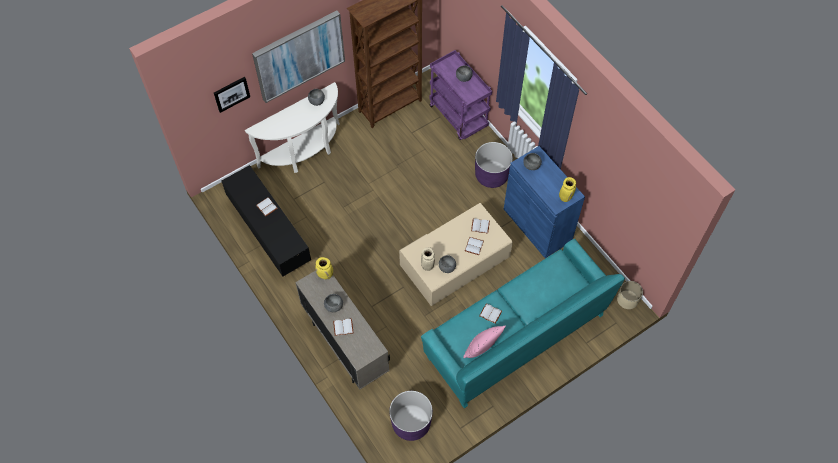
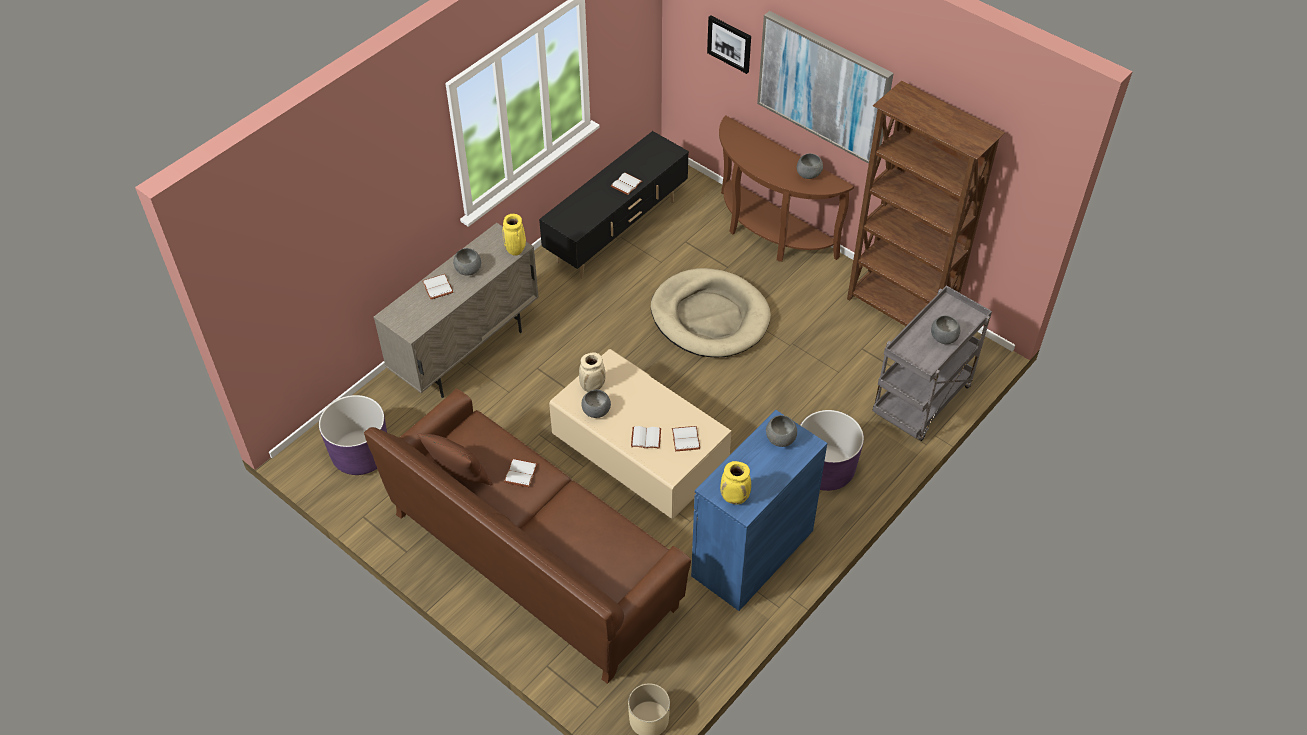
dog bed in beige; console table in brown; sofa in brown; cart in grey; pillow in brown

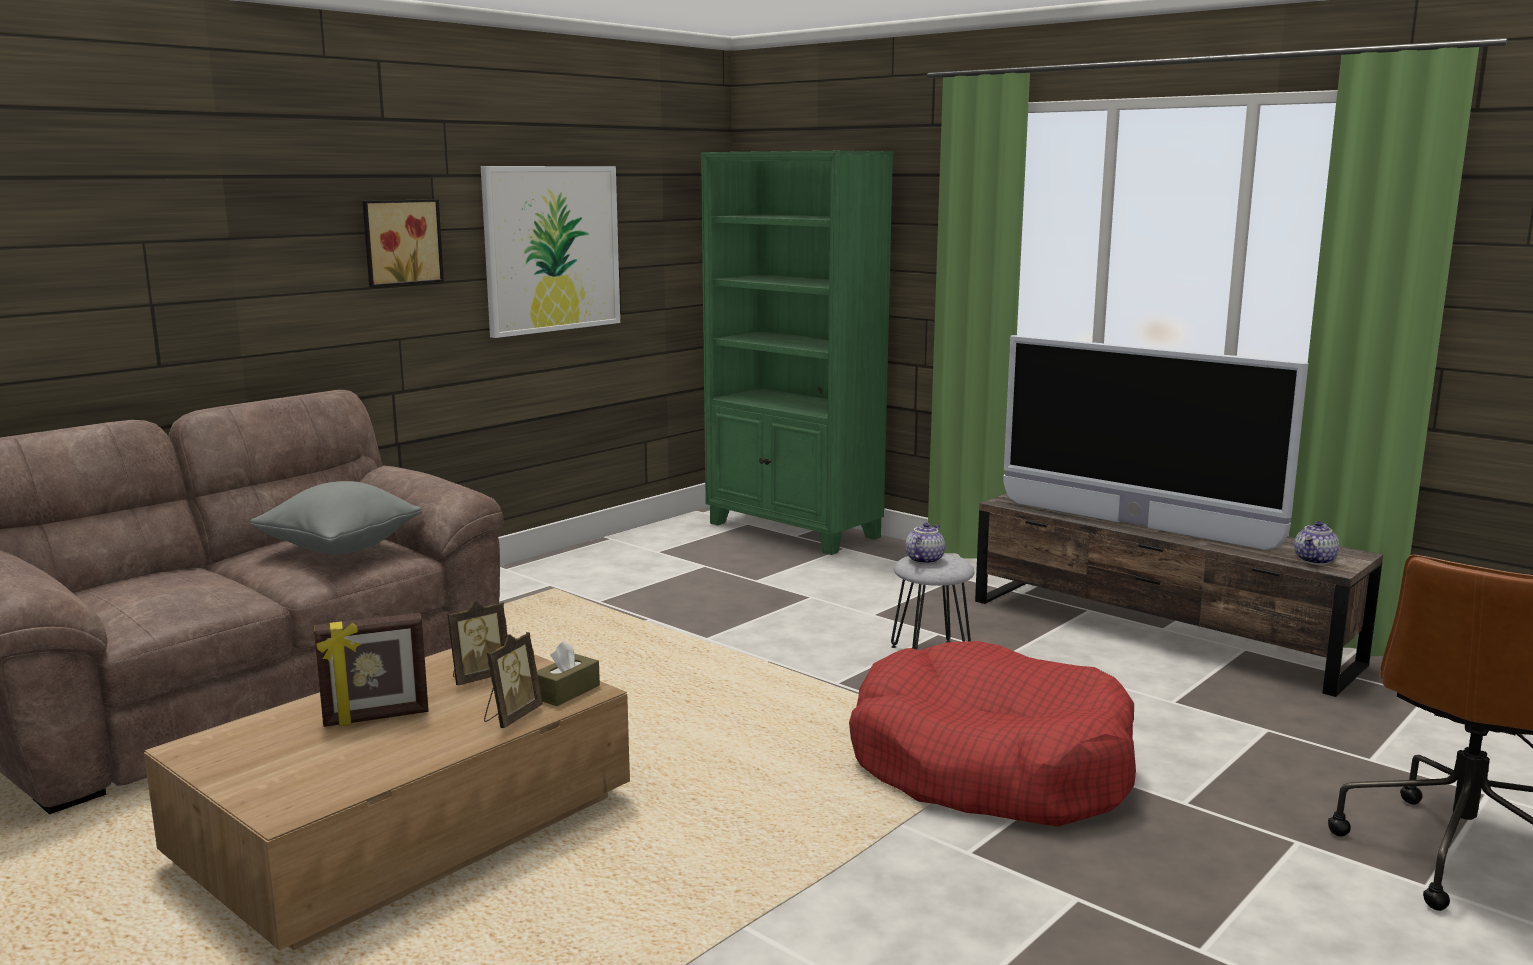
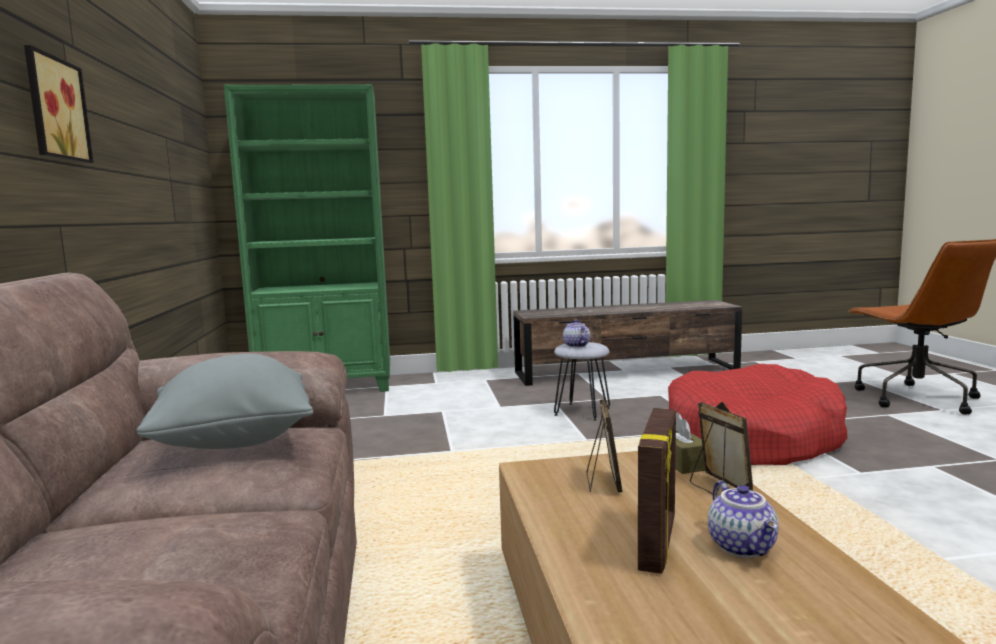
picture (no. 2 from left in the first image); television; teapot (no. 2 from left)

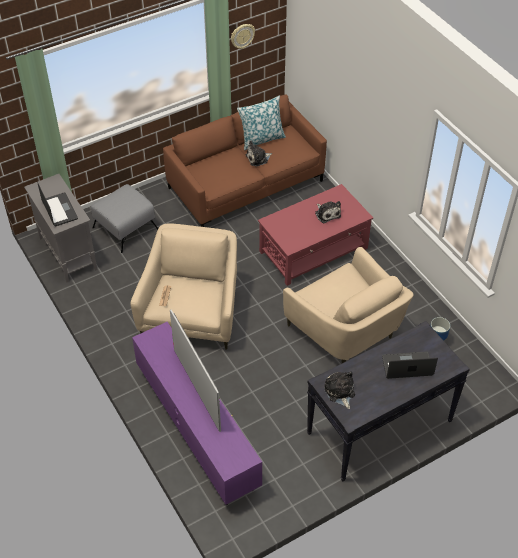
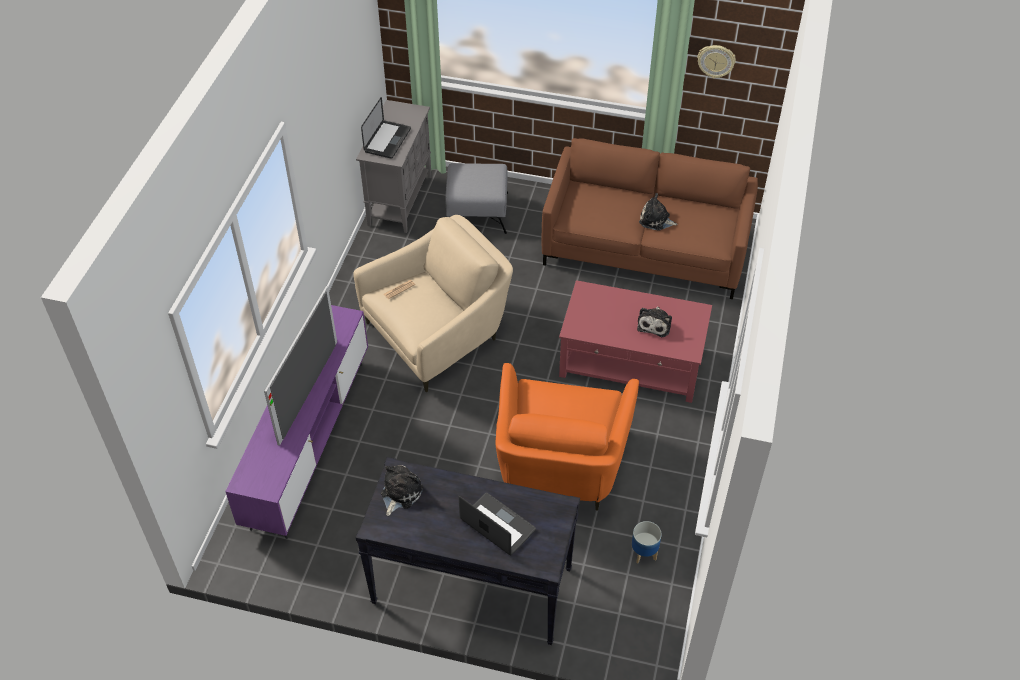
pillow; armchair in orange

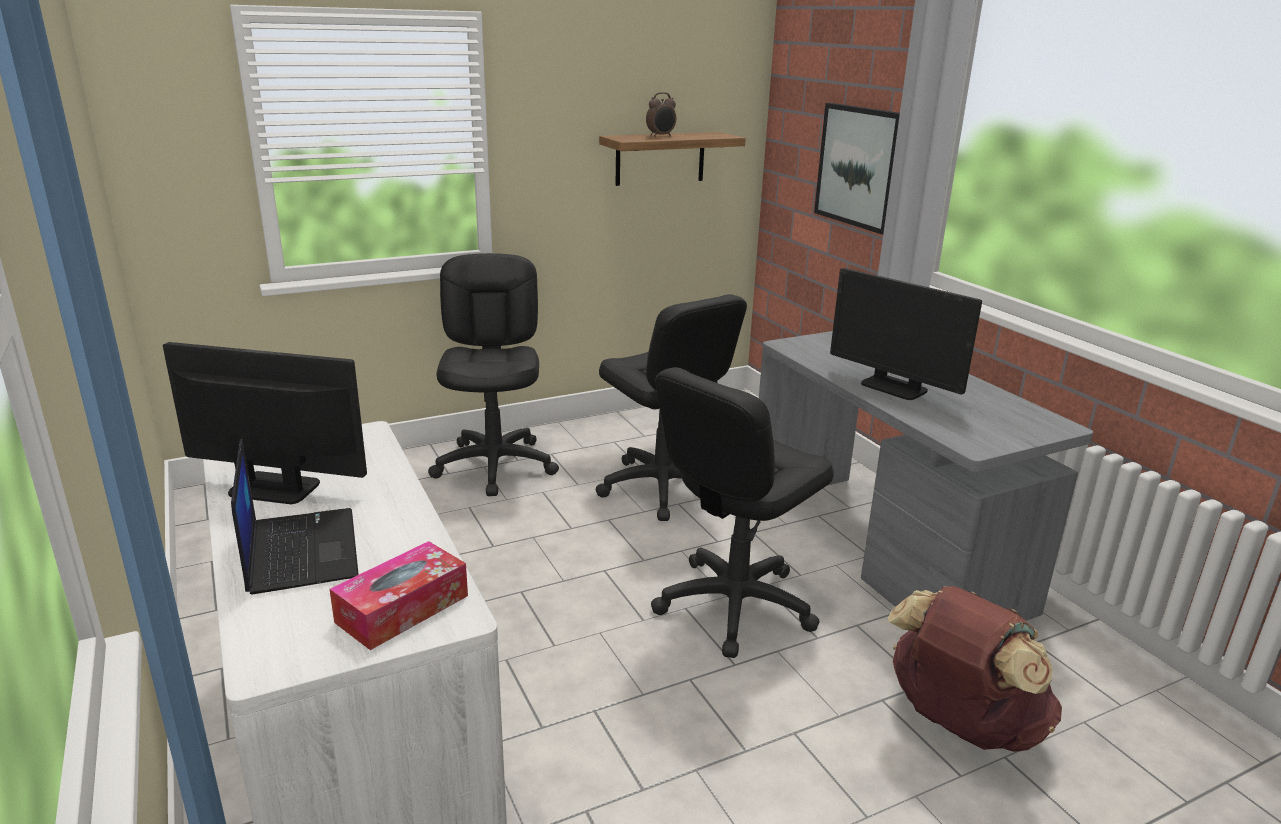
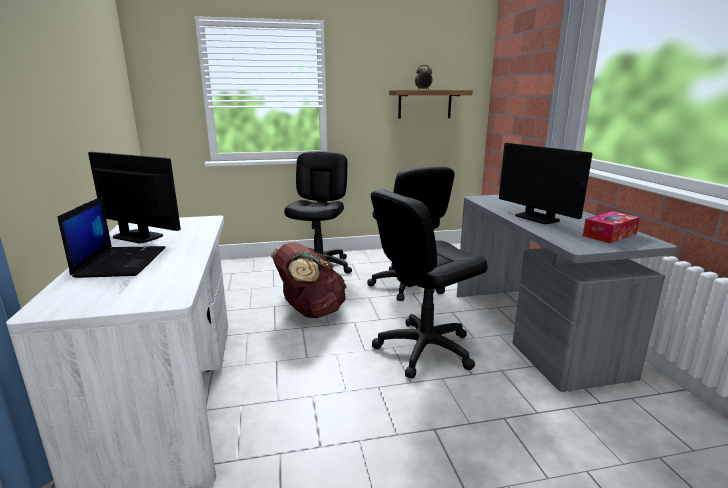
picture; tissue box; backpack in brown

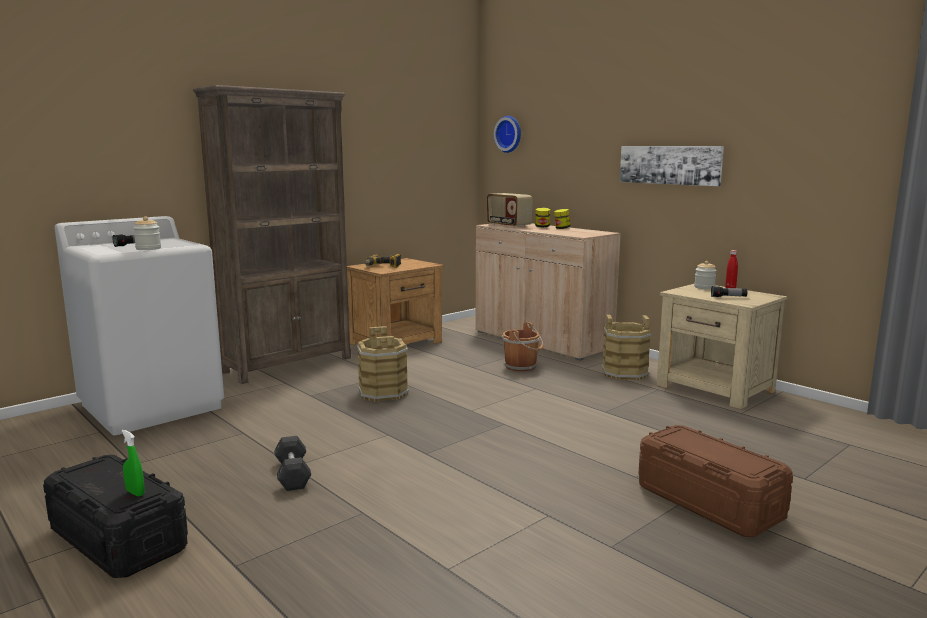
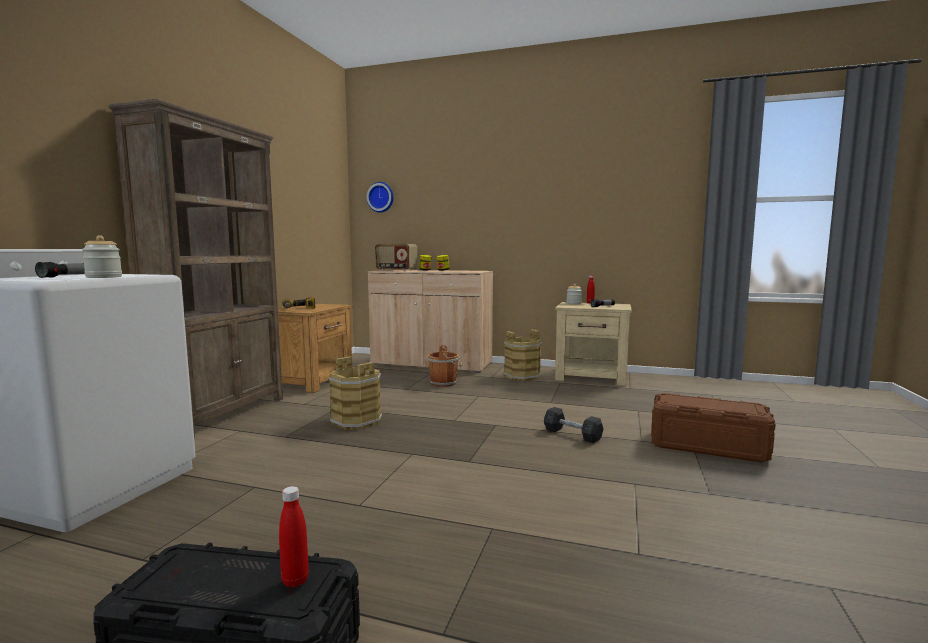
picture; dumbbell in grey; bottle in red (no. 1 from left)

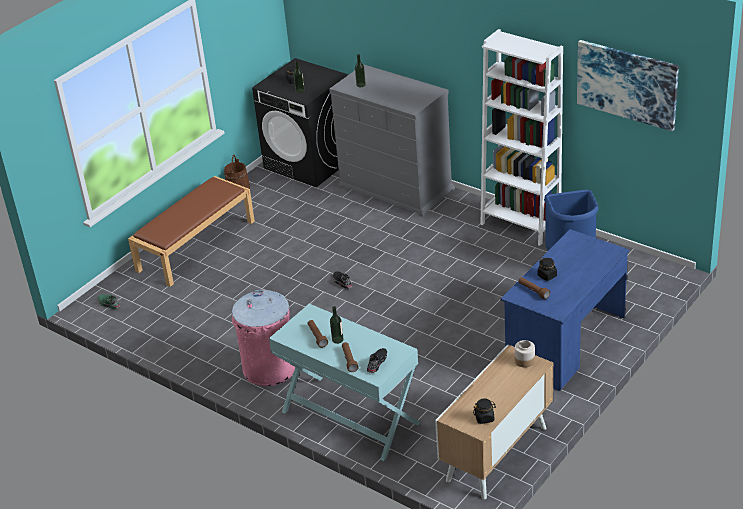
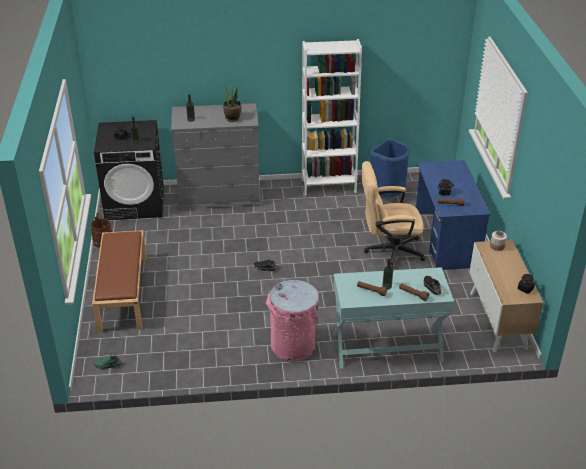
picture; potted plant; office chair in beige

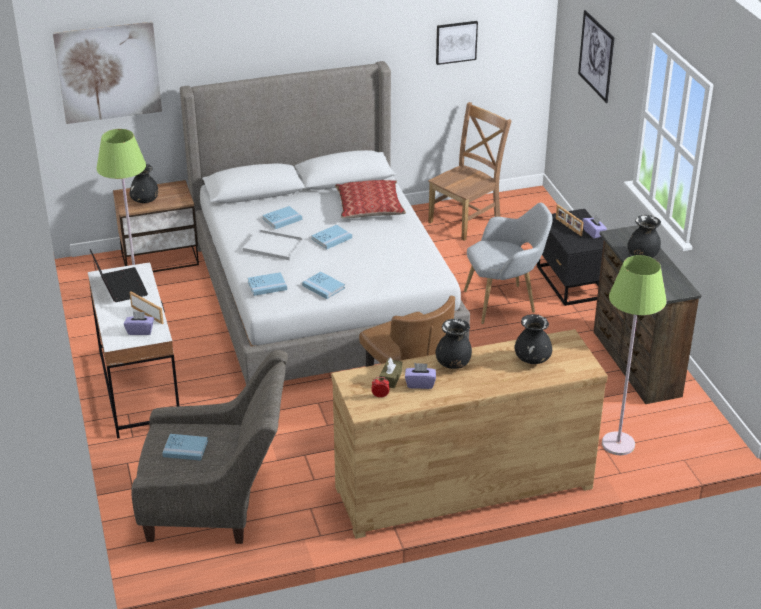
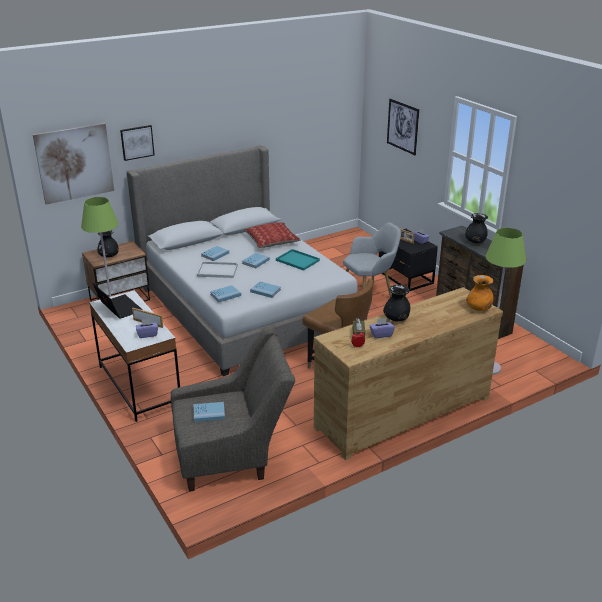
chair in brown (no. 2 from left in the first image); vase in black (no. 3 from left in the first image); tray in turquoise; vase in orange; picture (no. 2 from left)

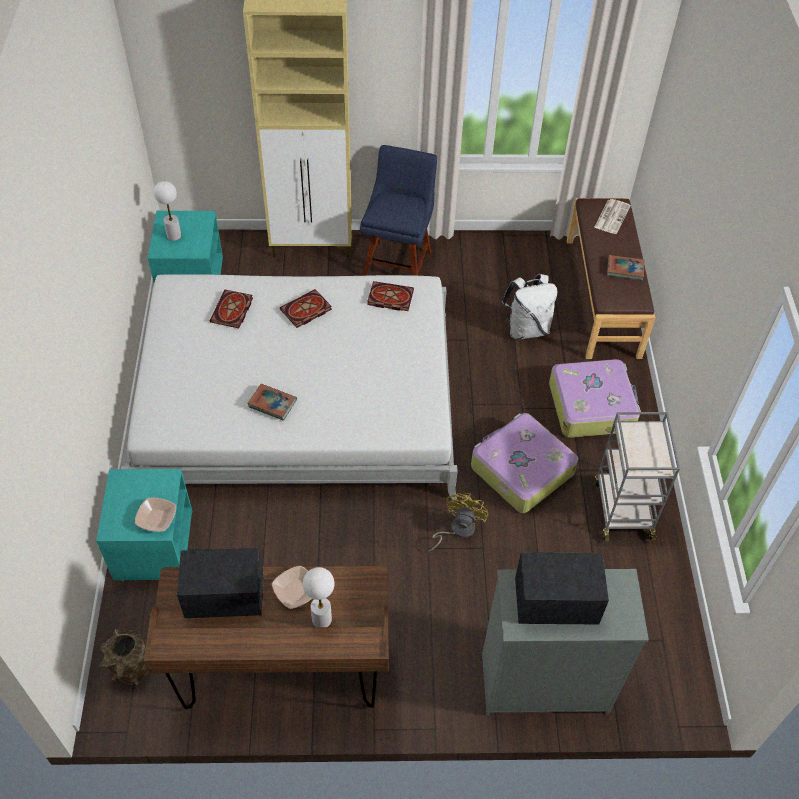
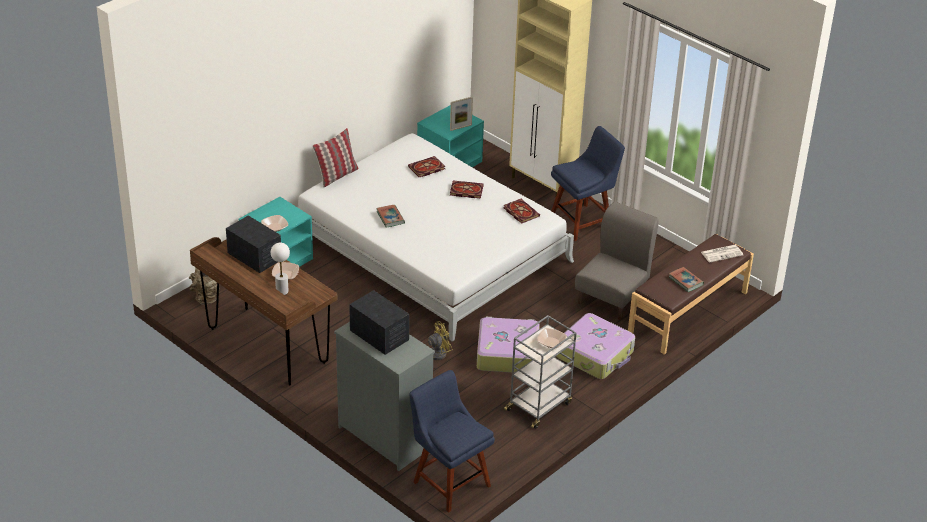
table lamp in white (no. 1 from left in the first image); pillow; chair in blue (no. 1 from left); picture frame; bowl (no. 3 from left); chair in grey

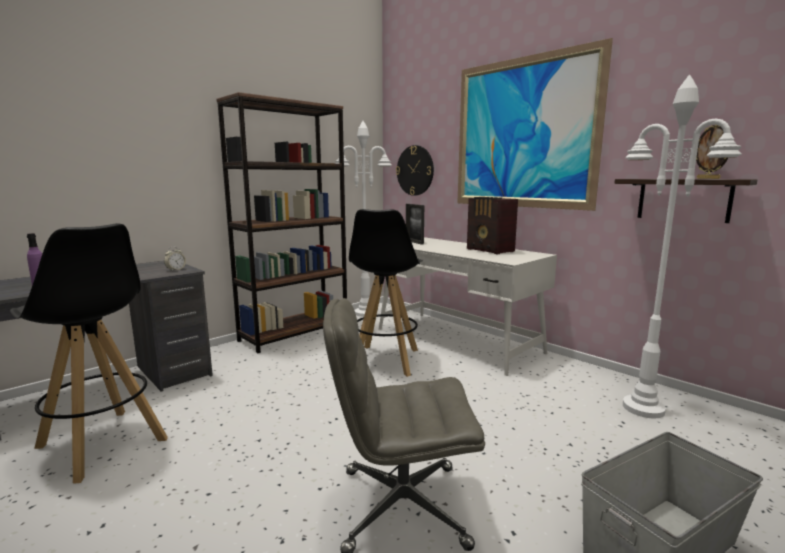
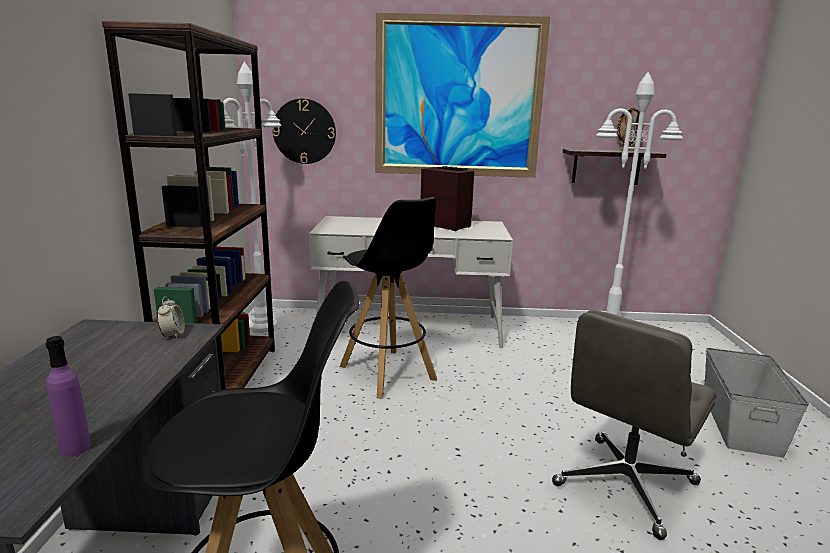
picture frame (no. 1 from left in the first image); radio

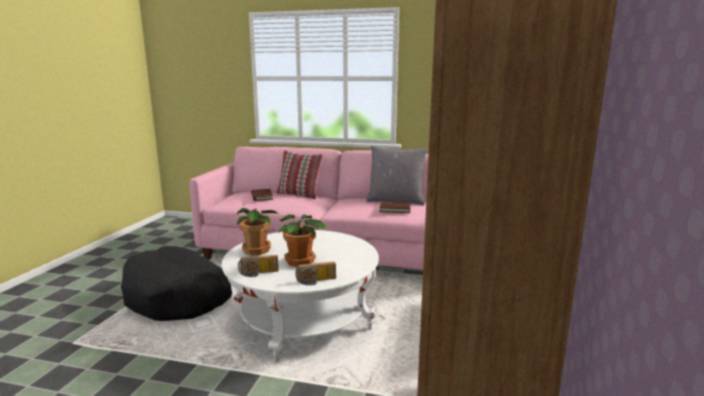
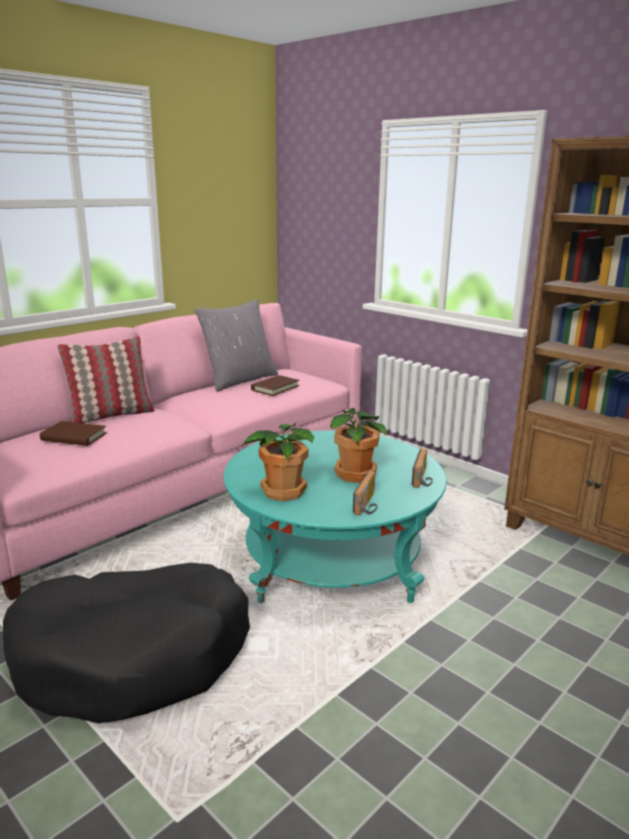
coffee table in turquoise

